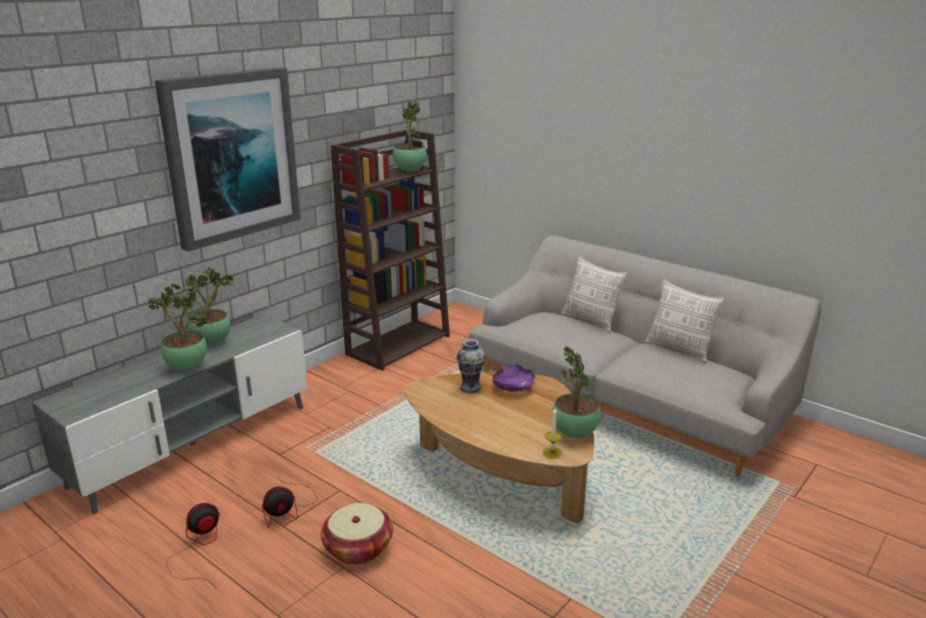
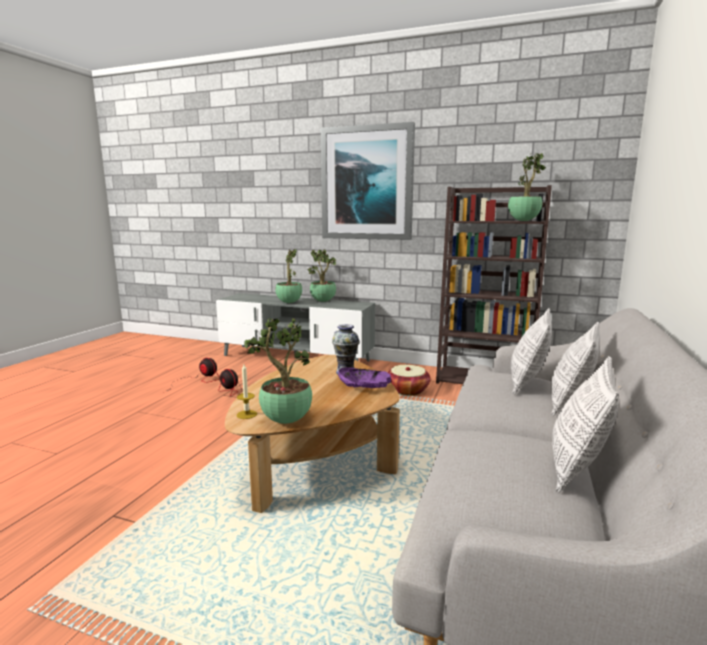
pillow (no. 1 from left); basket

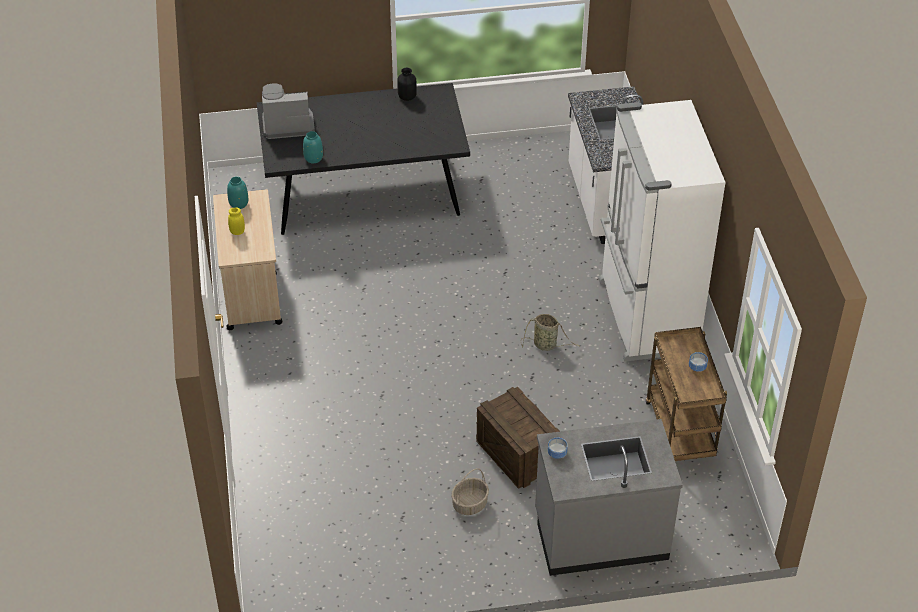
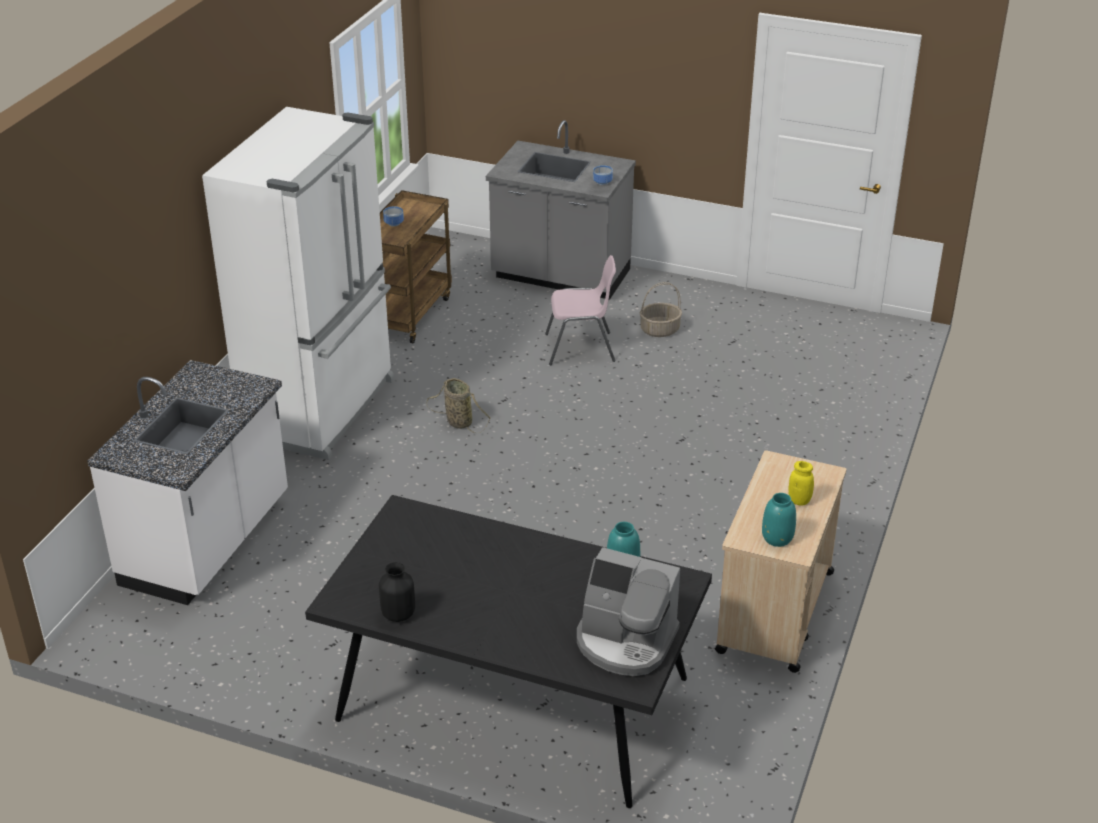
chair in pink

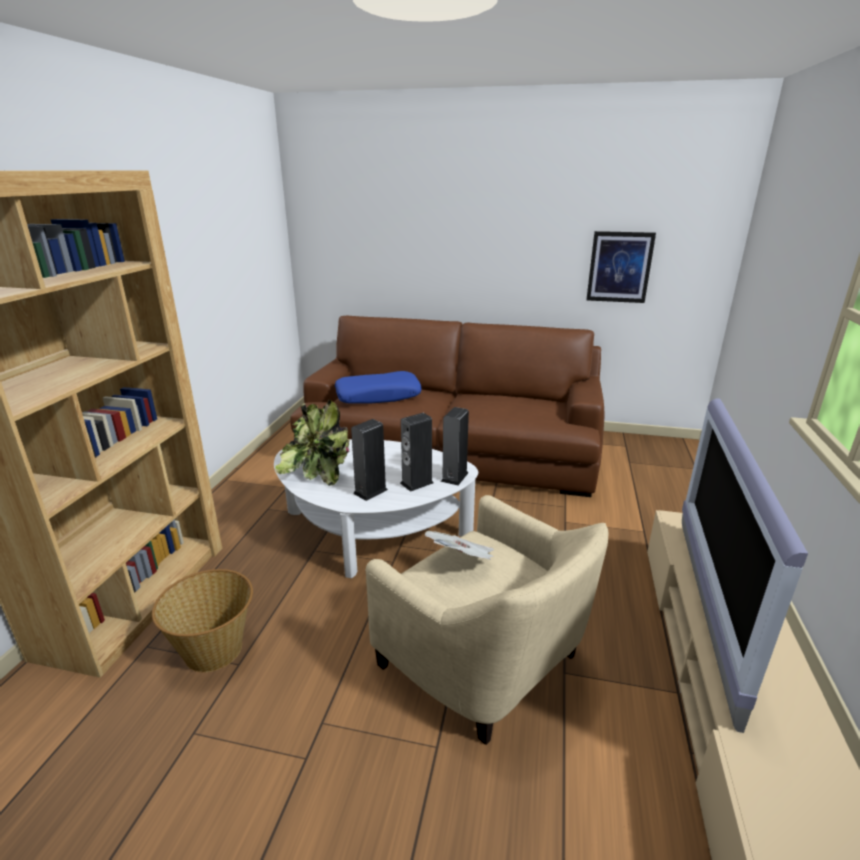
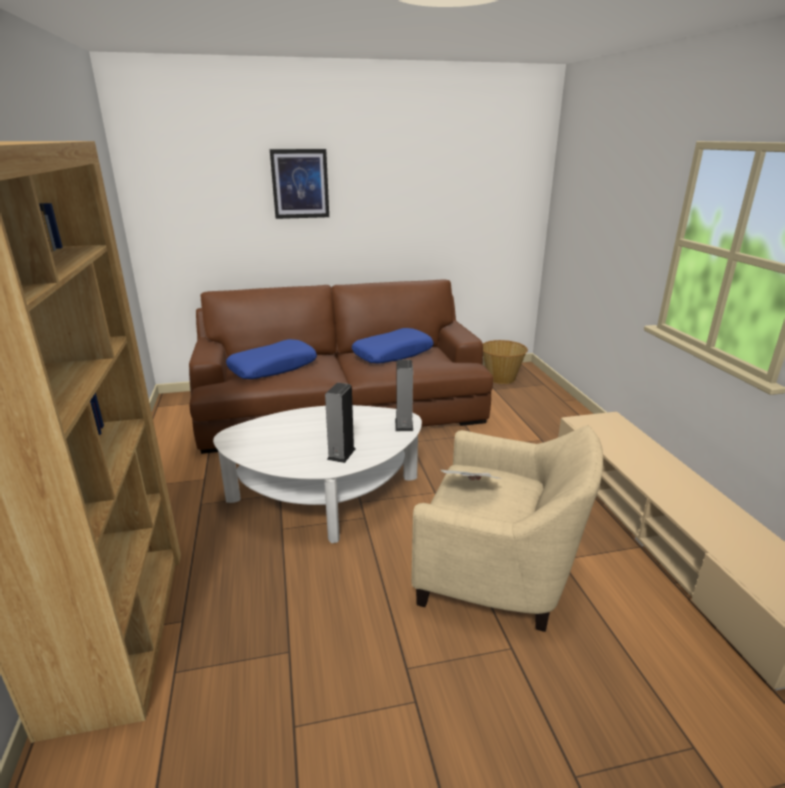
potted plant; speaker (no. 2 from left in the first image); television; pillow in blue (no. 2 from left); basket; picture

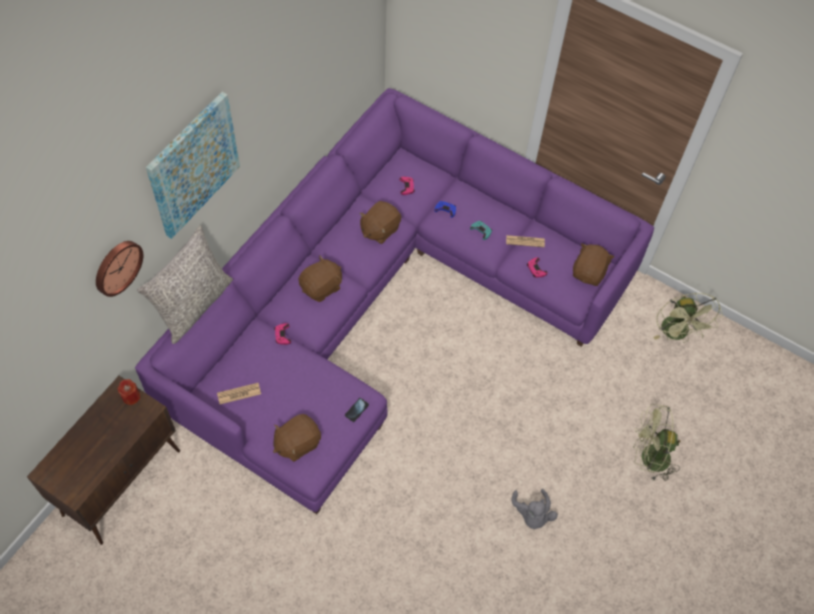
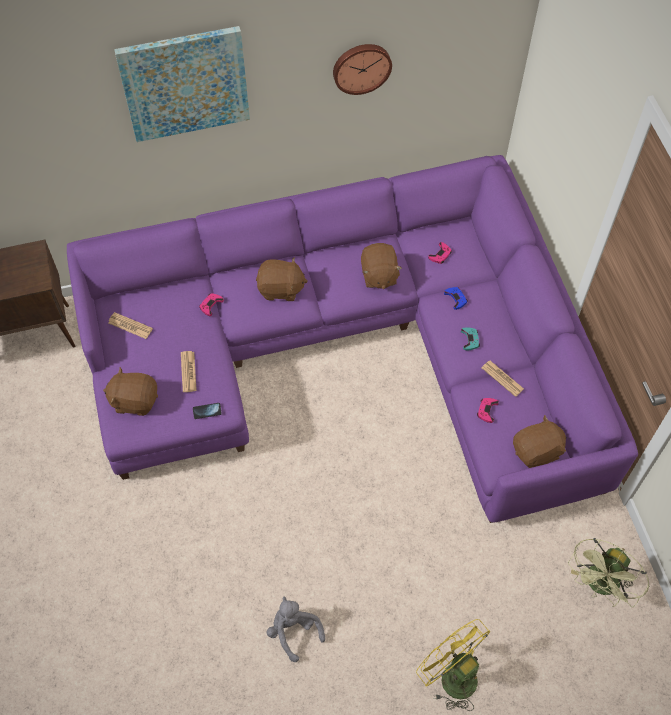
candle in red; pillow in grey; newspaper (no. 2 from left); wall clock; fan in yellow; plush toy in brown (no. 3 from left); plush toy in grey

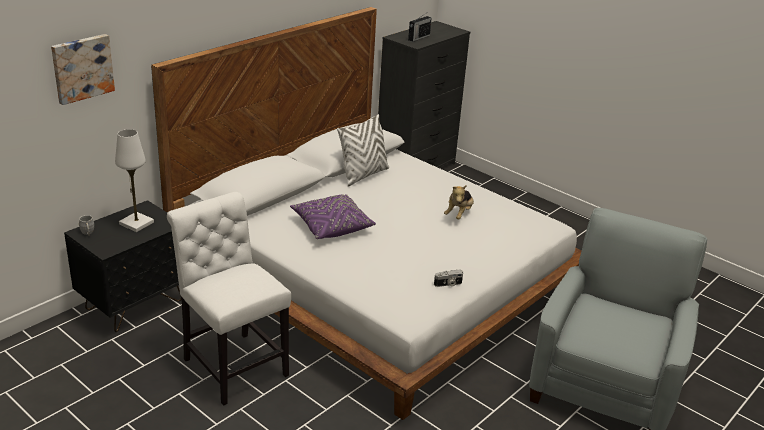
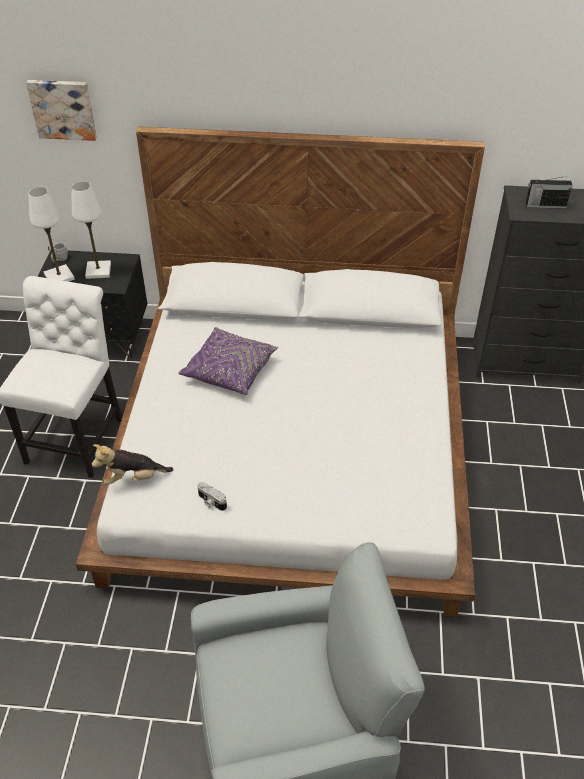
pillow in white; table lamp in white (no. 1 from left); plush toy

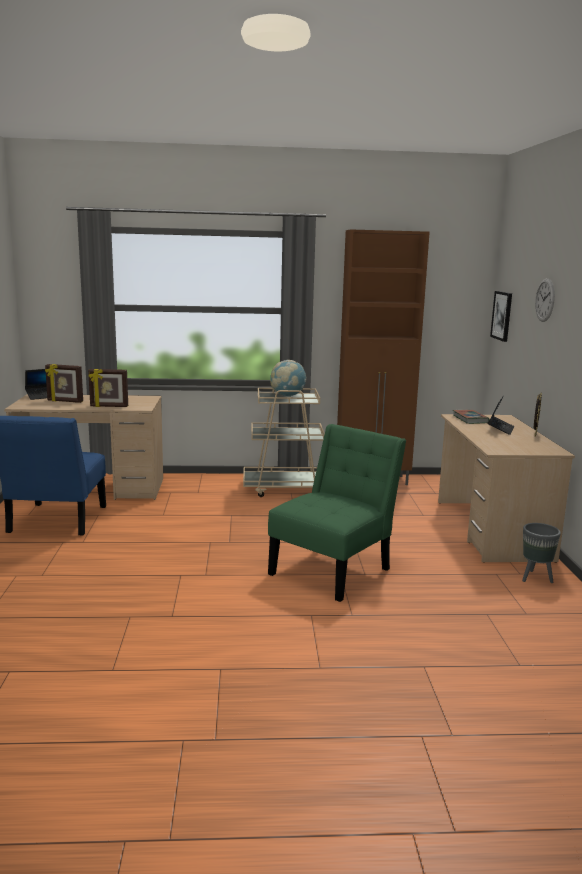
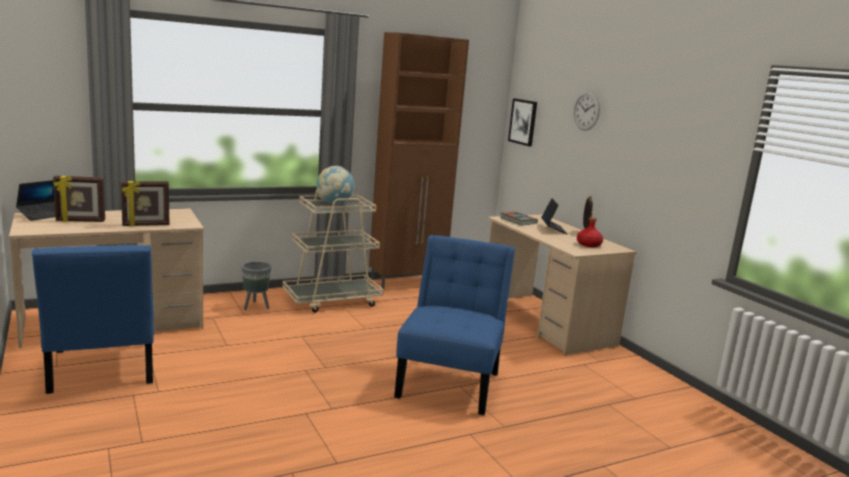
bottle in red; planter in grey; chair in blue (no. 2 from left)

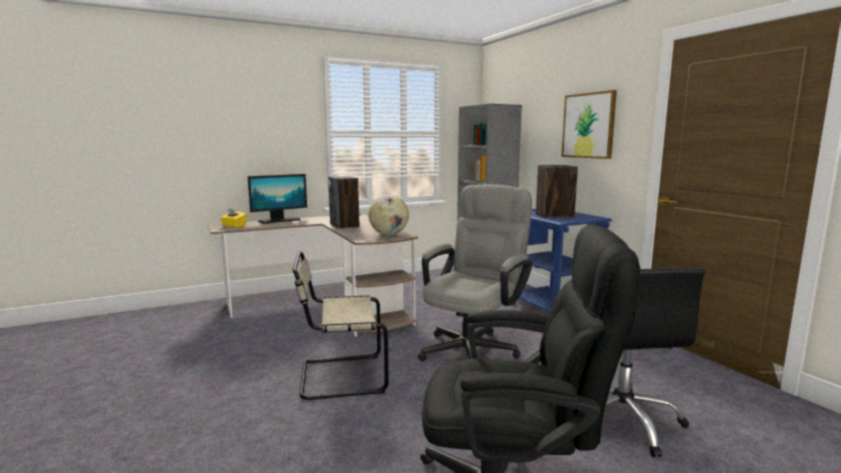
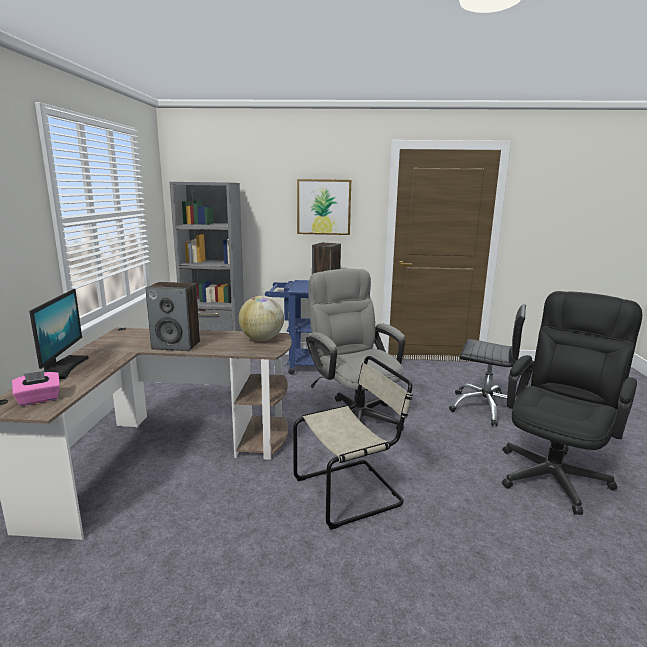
tissue box in pink; chair in beige

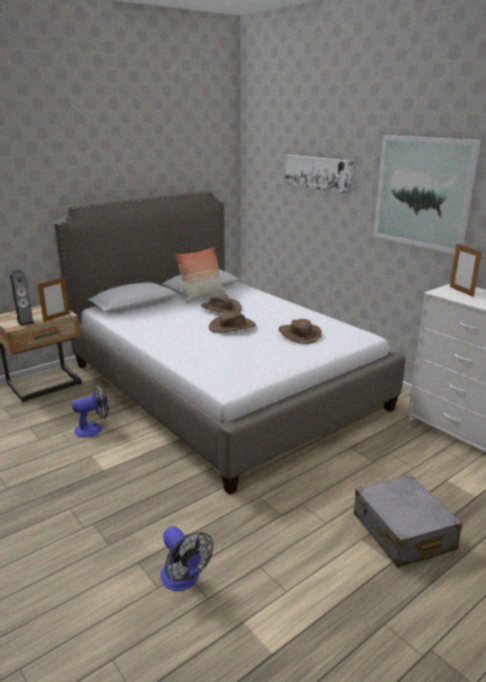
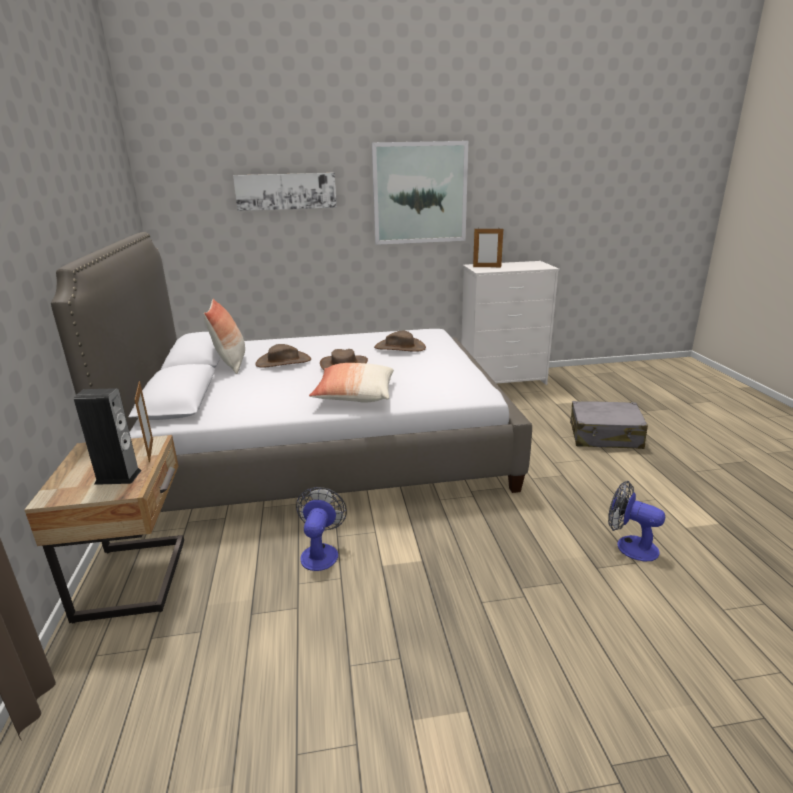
pillow (no. 2 from left); fan (no. 2 from left)

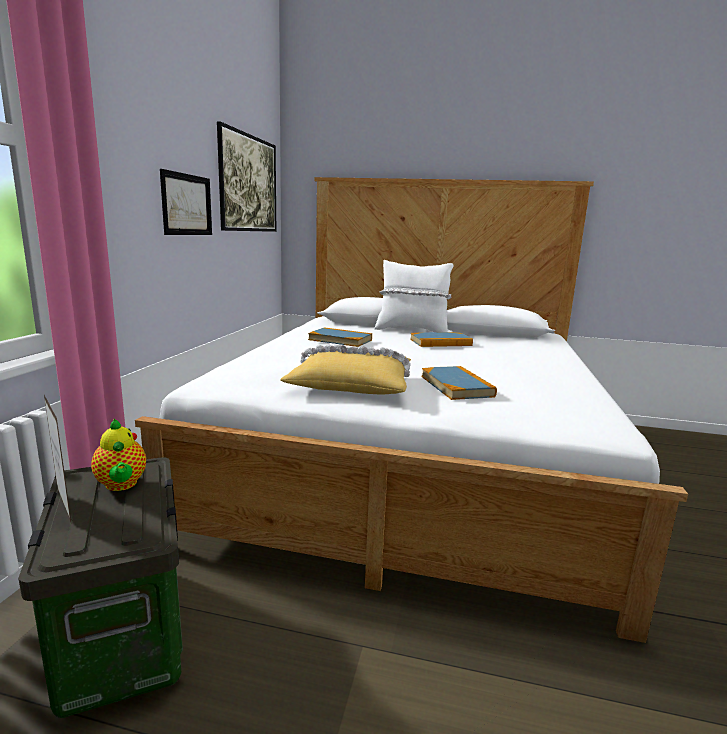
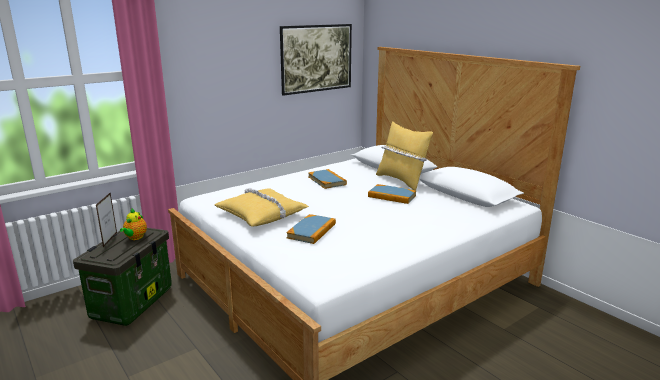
picture (no. 1 from left in the first image); pillow in yellow (no. 2 from left)

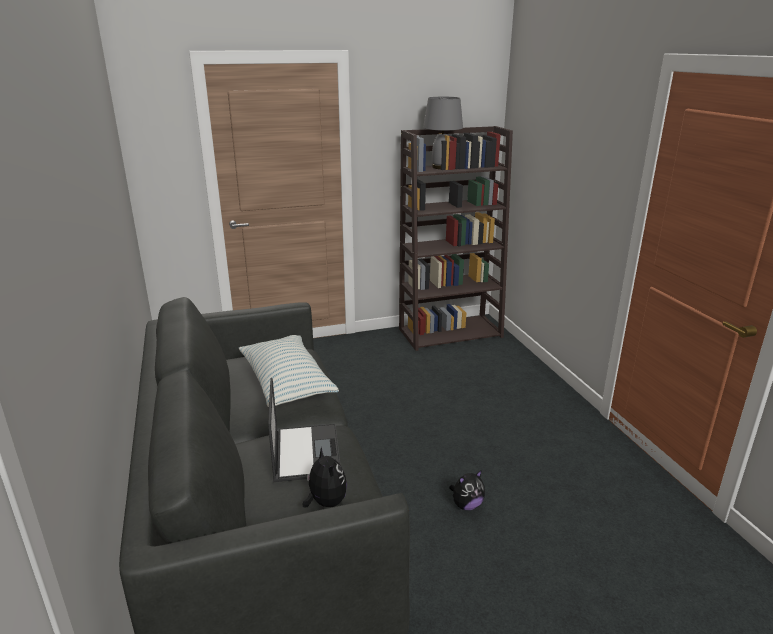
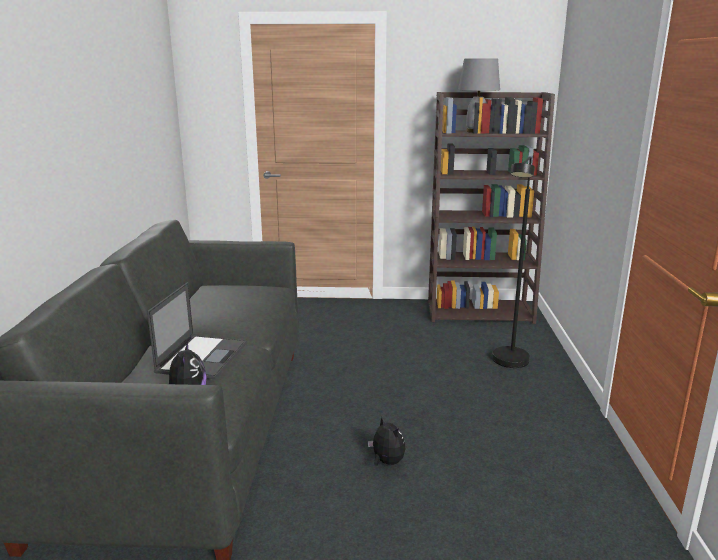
pillow; floor lamp in black; plush toy (no. 2 from left)

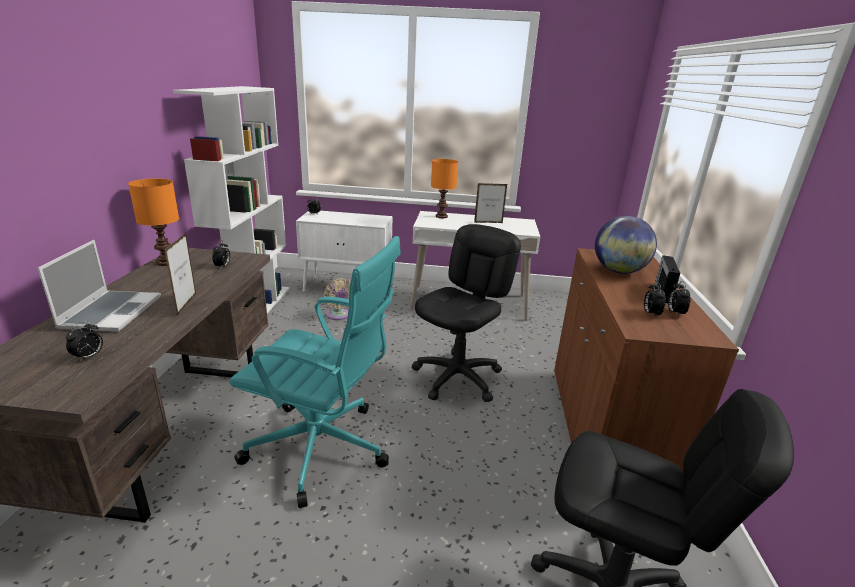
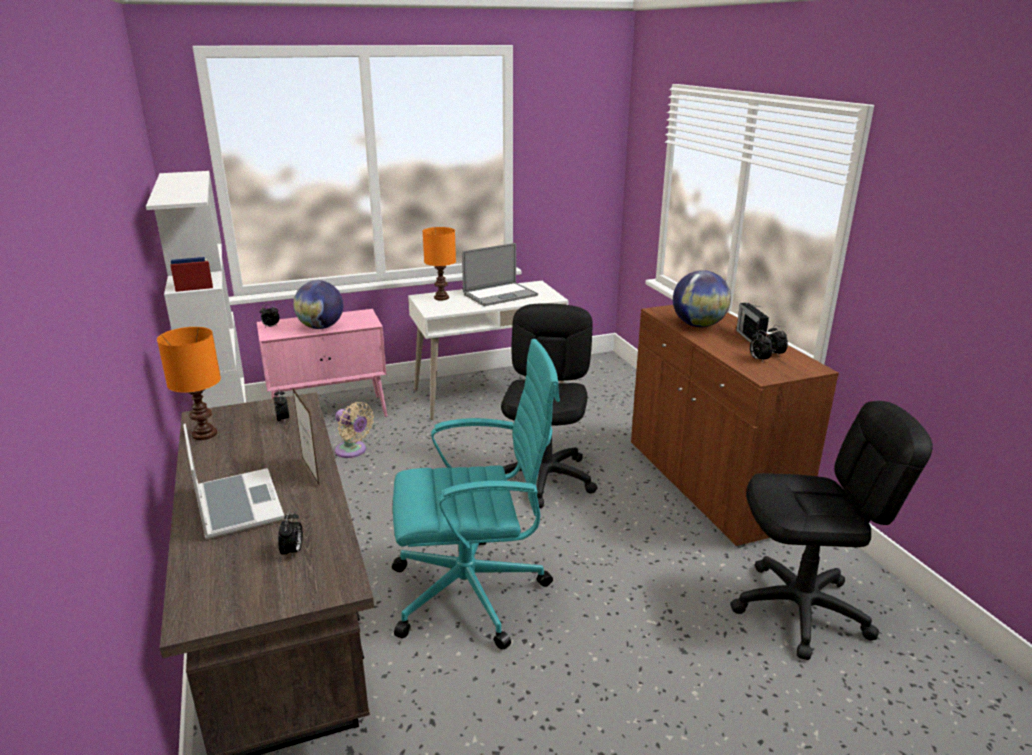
globe (no. 1 from left); laptop (no. 2 from left); cabinet in pink

